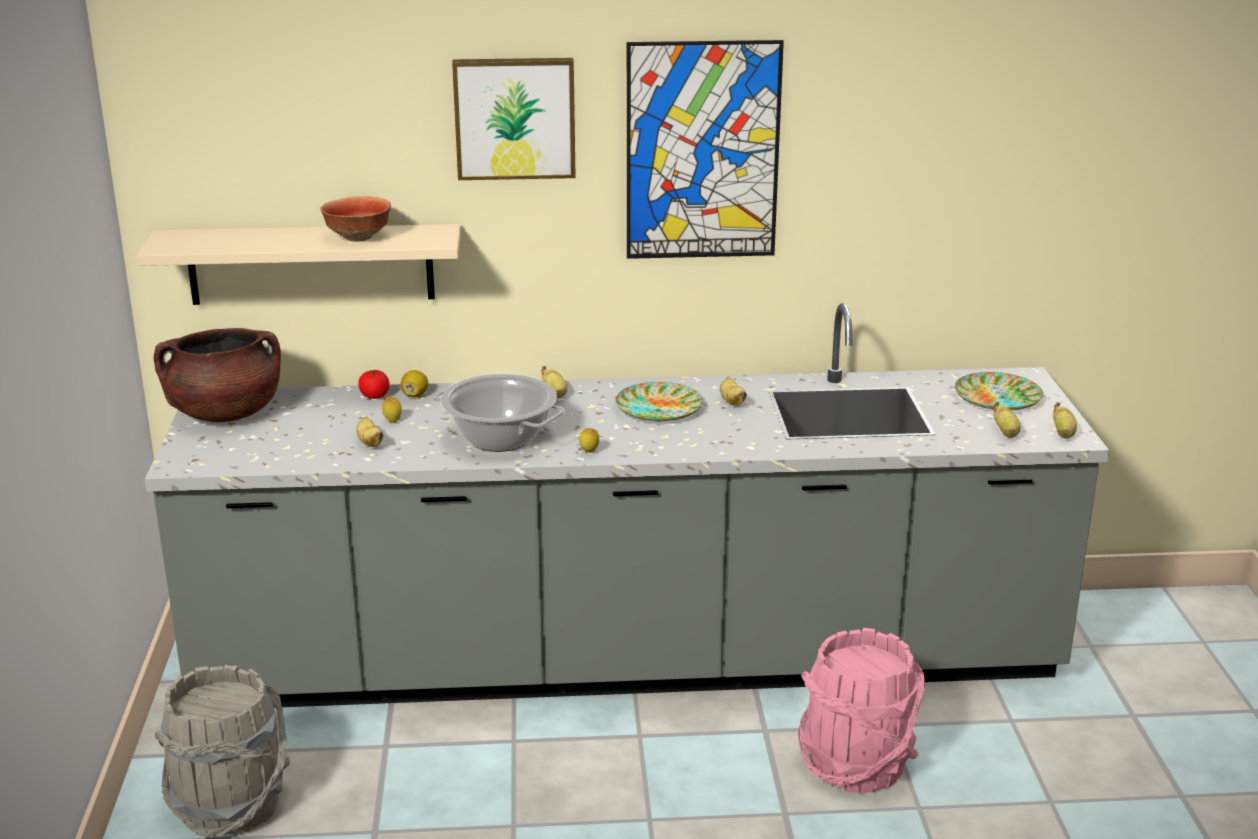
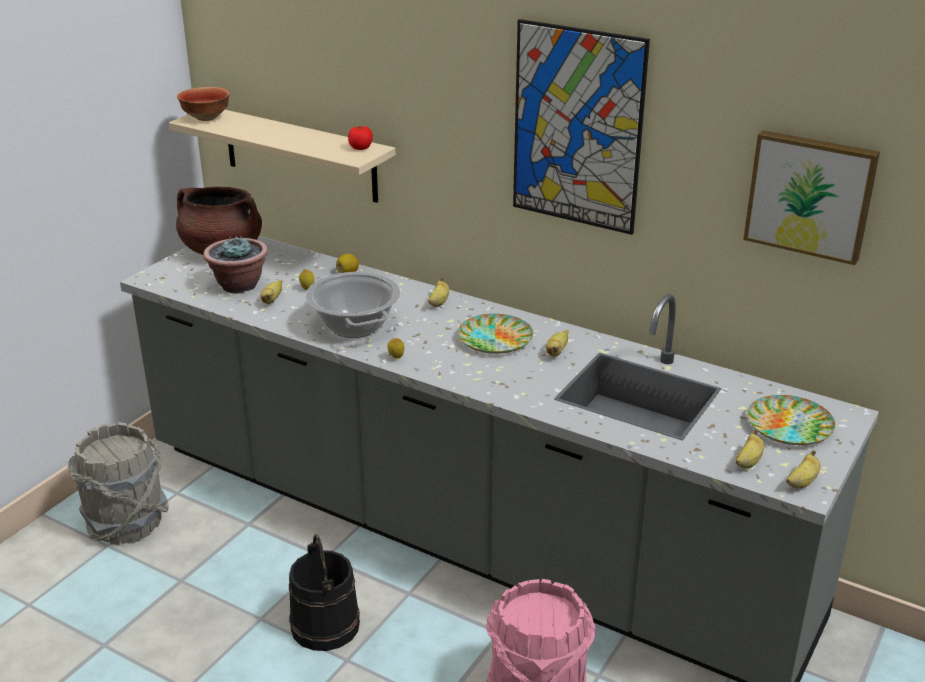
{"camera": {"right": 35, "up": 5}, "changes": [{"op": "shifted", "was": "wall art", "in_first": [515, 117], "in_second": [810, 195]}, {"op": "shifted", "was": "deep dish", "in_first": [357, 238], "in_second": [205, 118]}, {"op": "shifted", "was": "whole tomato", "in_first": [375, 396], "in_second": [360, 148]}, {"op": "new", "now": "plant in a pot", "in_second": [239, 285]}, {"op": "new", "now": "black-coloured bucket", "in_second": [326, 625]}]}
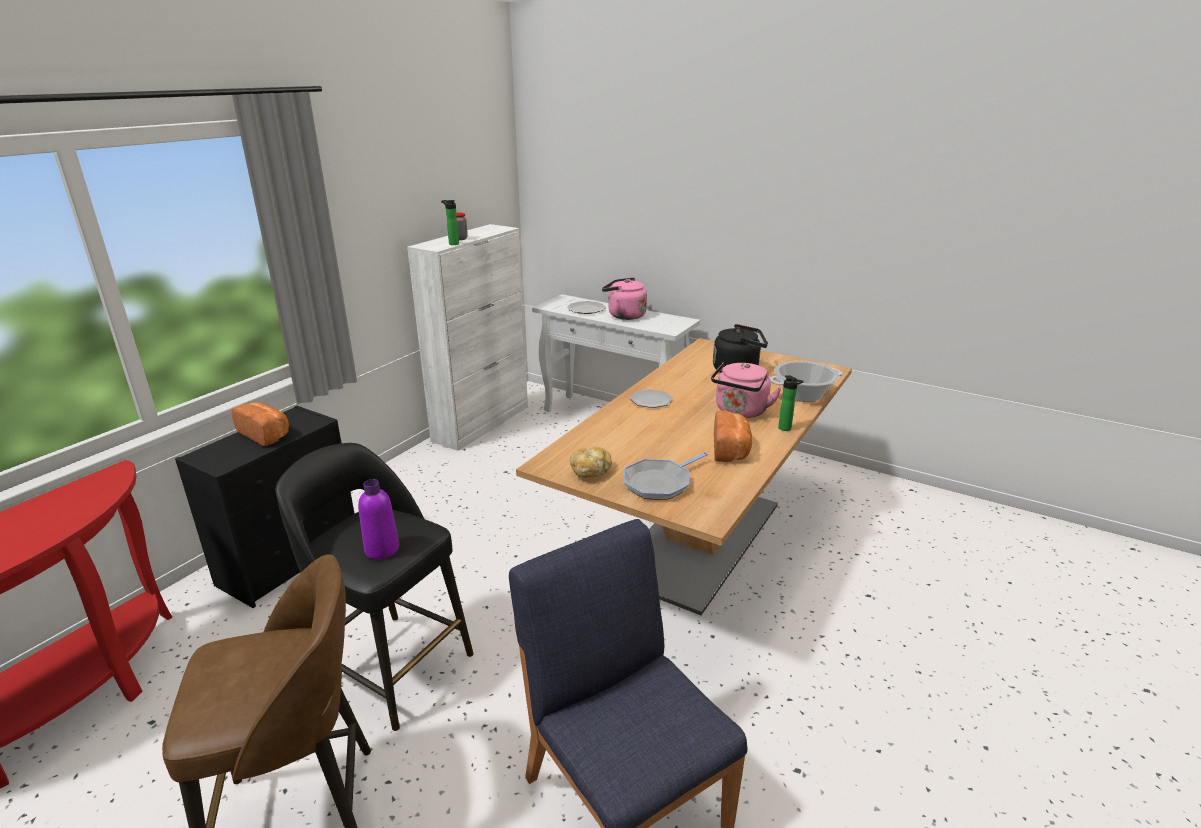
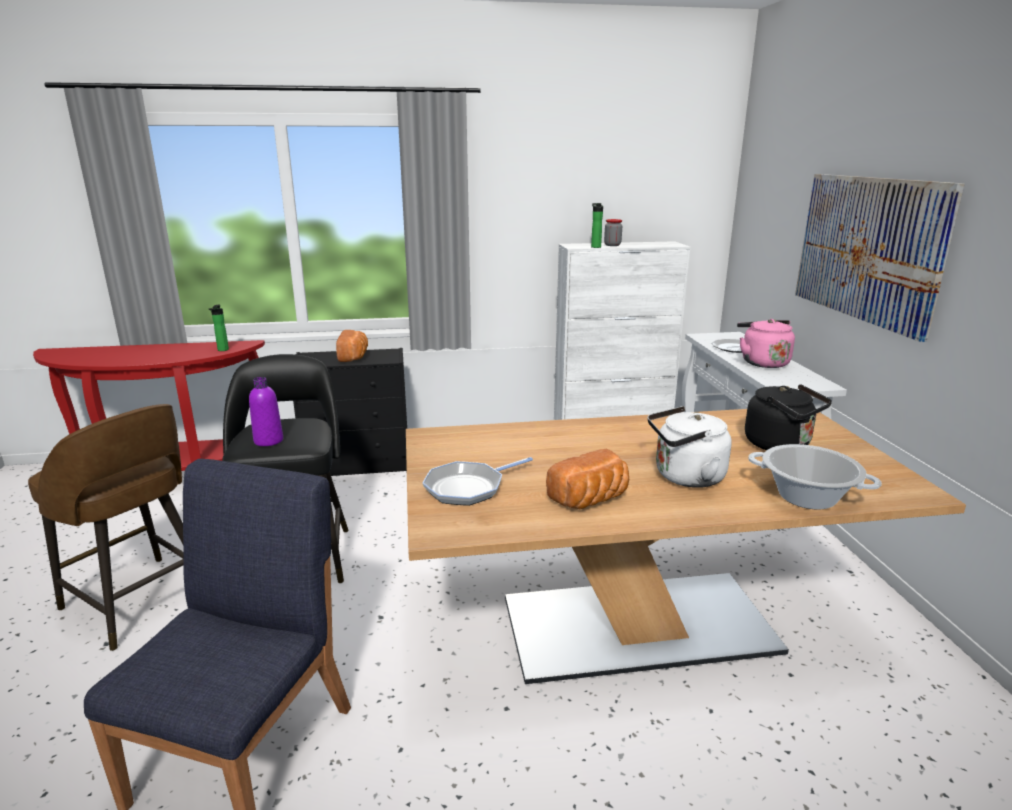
{"camera": {"right": 50, "up": -5}, "changes": [{"op": "repainted", "was": "pink tea kettle", "now": "whitish tea kettle", "in_first": [740, 412], "in_second": [685, 477]}, {"op": "shifted", "was": "bottle", "in_first": [786, 429], "in_second": [222, 350]}, {"op": "gone", "was": "flat dish", "in_first": [651, 400]}, {"op": "gone", "was": "bread", "in_first": [591, 471]}, {"op": "rotated", "was": "pan", "in_first": [659, 483], "in_second": [468, 488], "clockwise": -45}, {"op": "new", "now": "wall art", "in_second": [867, 249]}]}
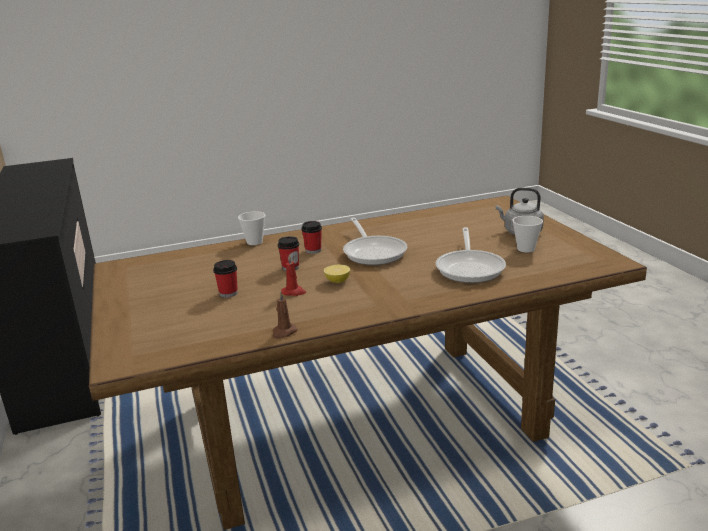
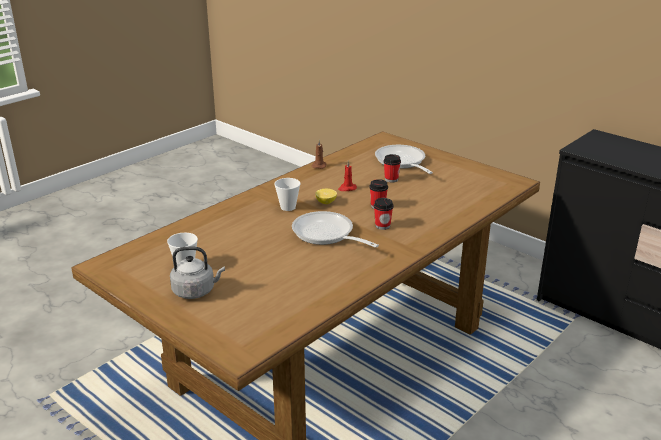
{"camera": {"right": 150, "up": 5}, "changes": [{"op": "shifted", "was": "small cup", "in_first": [254, 242], "in_second": [288, 207]}, {"op": "shifted", "was": "pan", "in_first": [470, 268], "in_second": [401, 162]}]}
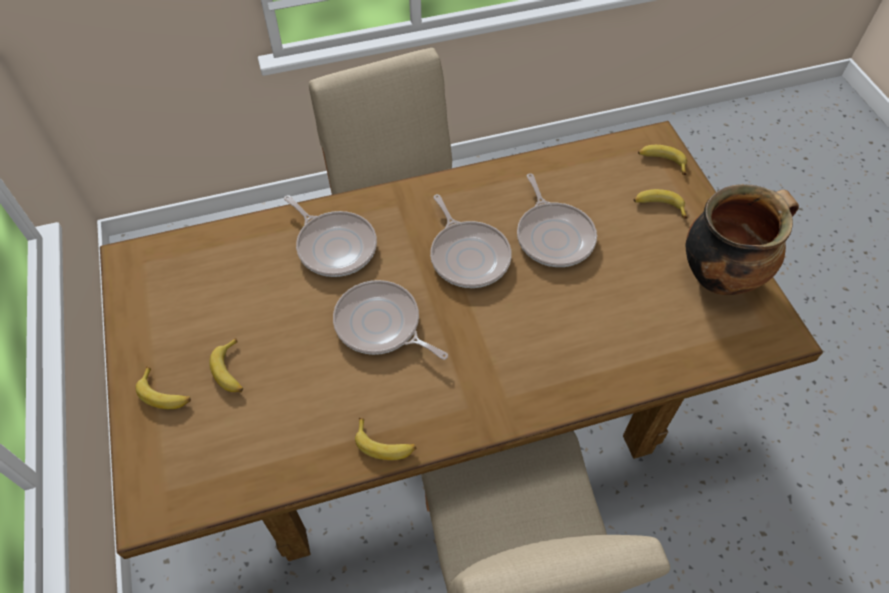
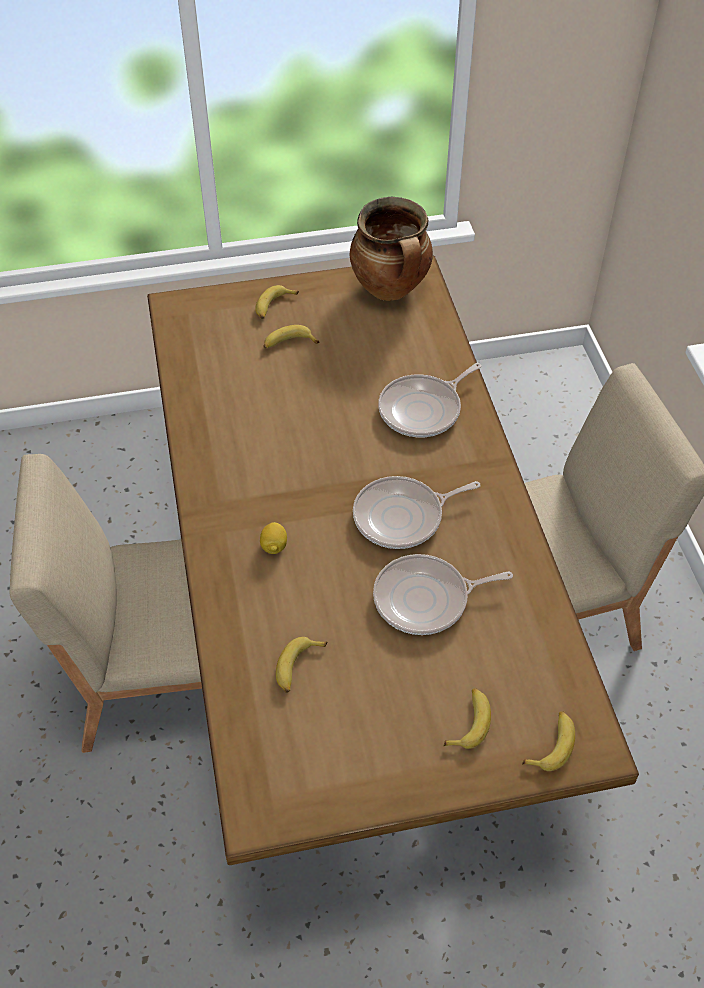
{"camera": {"right": 95, "up": -5}, "changes": [{"op": "shifted", "was": "saucepot", "in_first": [720, 275], "in_second": [391, 290]}, {"op": "gone", "was": "pan", "in_first": [381, 325]}, {"op": "shifted", "was": "banana", "in_first": [385, 443], "in_second": [298, 667]}, {"op": "new", "now": "whole lemon", "in_second": [274, 546]}]}
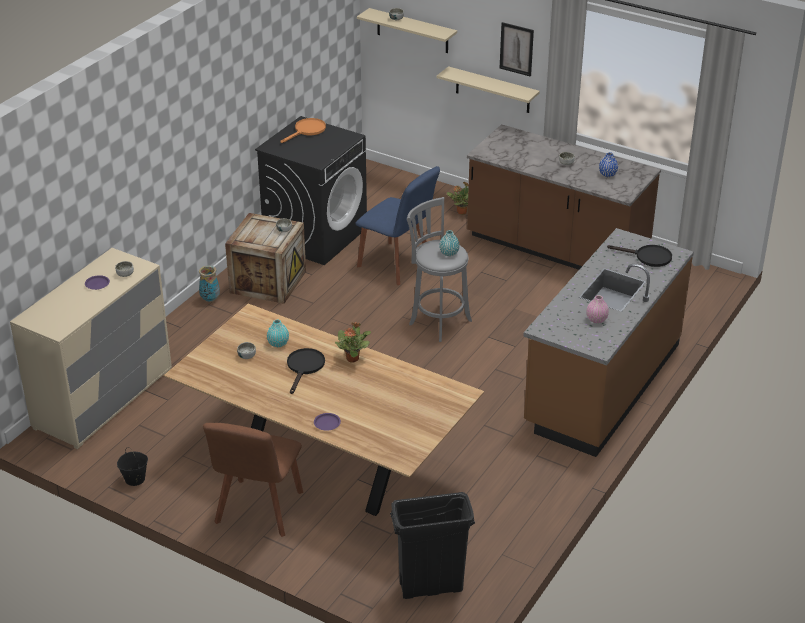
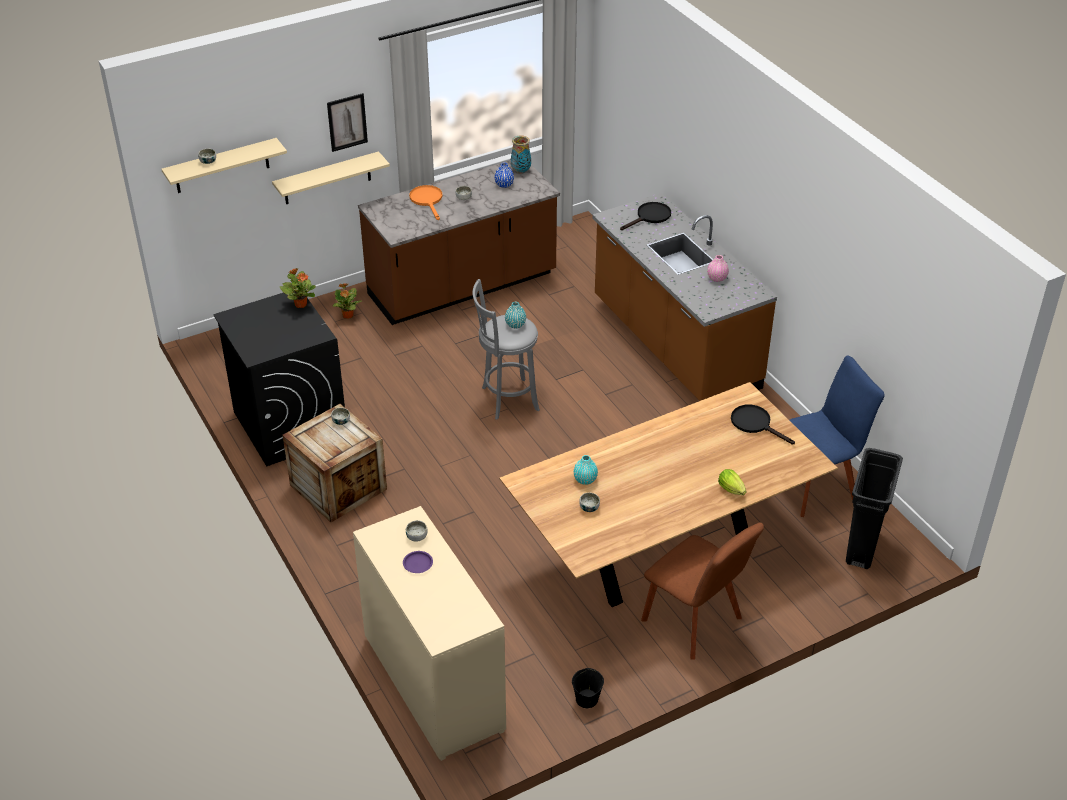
{"camera": {"right": -60, "up": 5}, "changes": [{"op": "shifted", "was": "orange-coloured pan", "in_first": [307, 131], "in_second": [427, 200]}, {"op": "shifted", "was": "bluish upright chair", "in_first": [397, 264], "in_second": [815, 485]}, {"op": "shifted", "was": "decorative vase", "in_first": [210, 299], "in_second": [520, 171]}, {"op": "shifted", "was": "plant in a pot", "in_first": [353, 358], "in_second": [300, 304]}, {"op": "shifted", "was": "black-coloured pan", "in_first": [304, 367], "in_second": [755, 424]}, {"op": "swapped", "was": "purplish flat dish", "now": "lettuce head", "in_first": [327, 423], "in_second": [732, 490]}]}
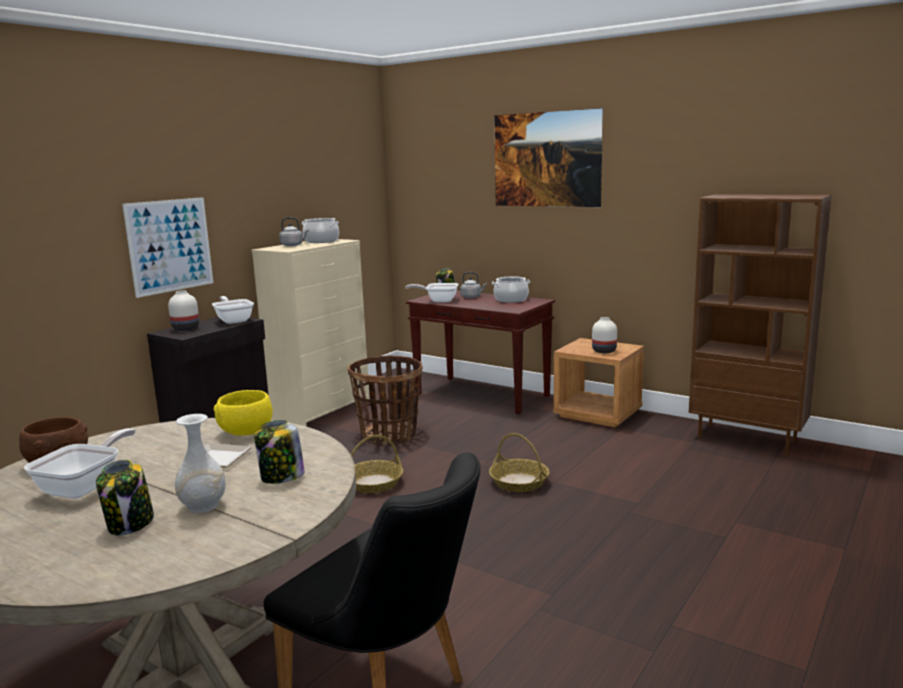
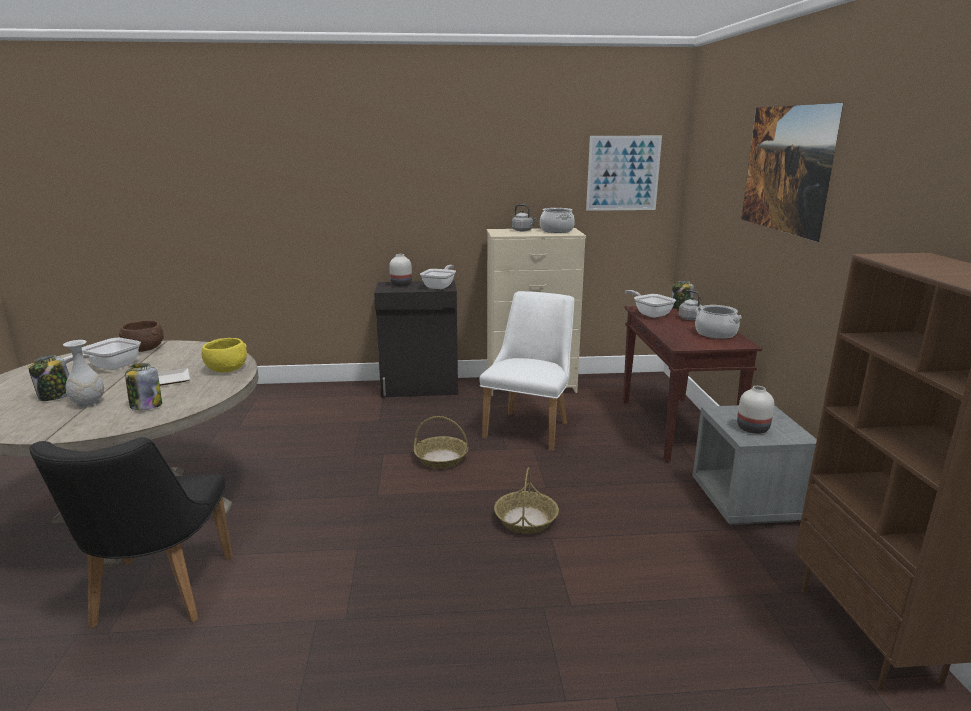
{"camera": {"right": 50, "up": 5}, "changes": [{"op": "shifted", "was": "wall art", "in_first": [170, 245], "in_second": [623, 173]}, {"op": "repainted", "was": "brown nightstand", "now": "gray nightstand", "in_first": [598, 414], "in_second": [746, 502]}, {"op": "swapped", "was": "basket", "now": "whitish upright chair", "in_first": [389, 434], "in_second": [530, 426]}, {"op": "rotated", "was": "pan", "in_first": [85, 486], "in_second": [109, 367], "clockwise": 135}]}
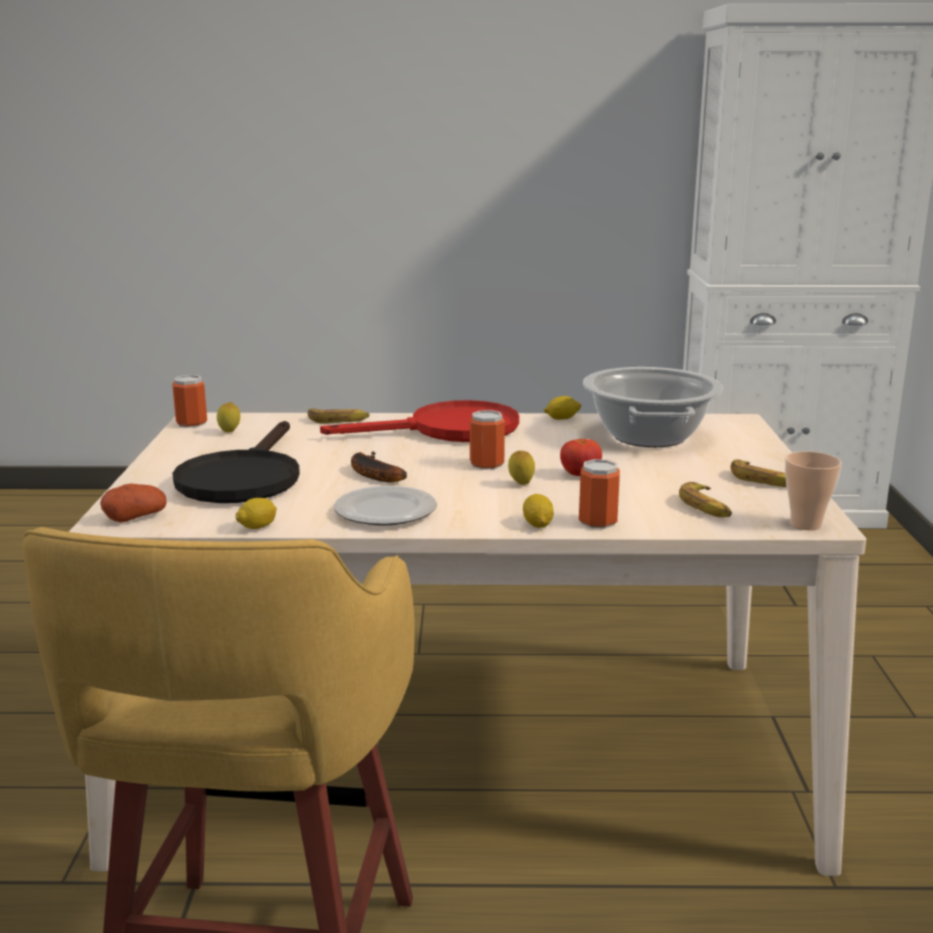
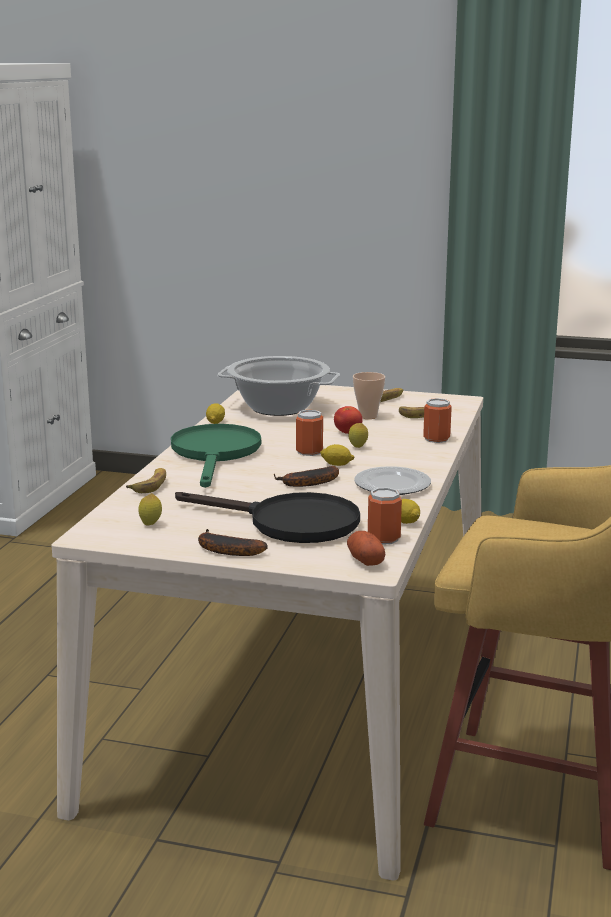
{"camera": {"right": -75, "up": 0}, "changes": [{"op": "shifted", "was": "metal can", "in_first": [191, 423], "in_second": [383, 538]}, {"op": "repainted", "was": "reddish pan", "now": "green-coloured pan", "in_first": [449, 430], "in_second": [215, 454]}, {"op": "shifted", "was": "small cup", "in_first": [806, 524], "in_second": [368, 416]}, {"op": "shifted", "was": "whole lemon", "in_first": [538, 524], "in_second": [337, 464]}, {"op": "new", "now": "banana", "in_second": [224, 550]}]}
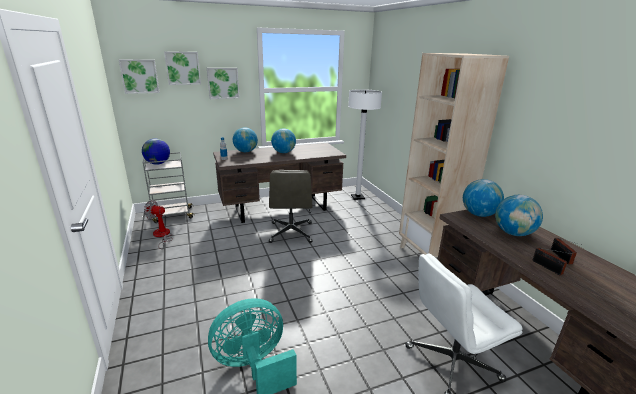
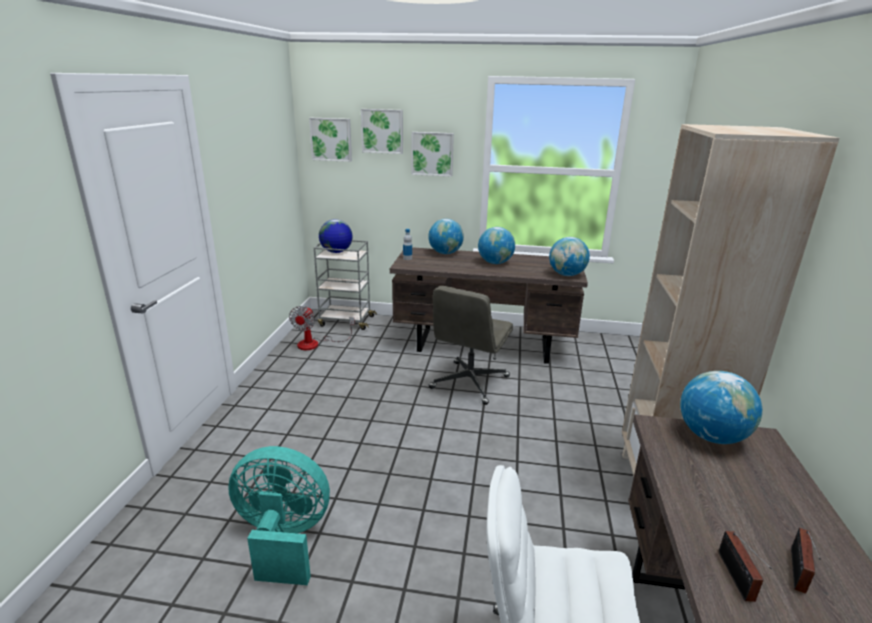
{"camera": {"right": 30, "up": 0}, "changes": [{"op": "gone", "was": "whitish standard lamp", "in_first": [357, 197]}, {"op": "shifted", "was": "globe", "in_first": [513, 233], "in_second": [566, 275]}, {"op": "rotated", "was": "cooling fan", "in_first": [162, 236], "in_second": [316, 344], "clockwise": -120}]}
